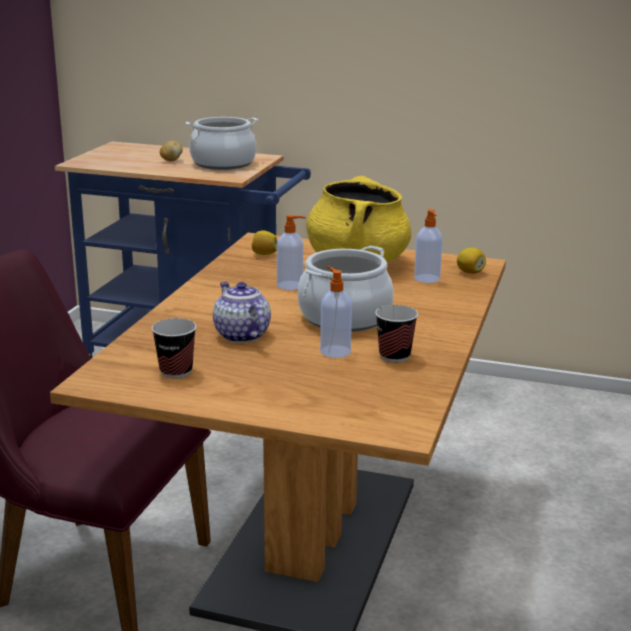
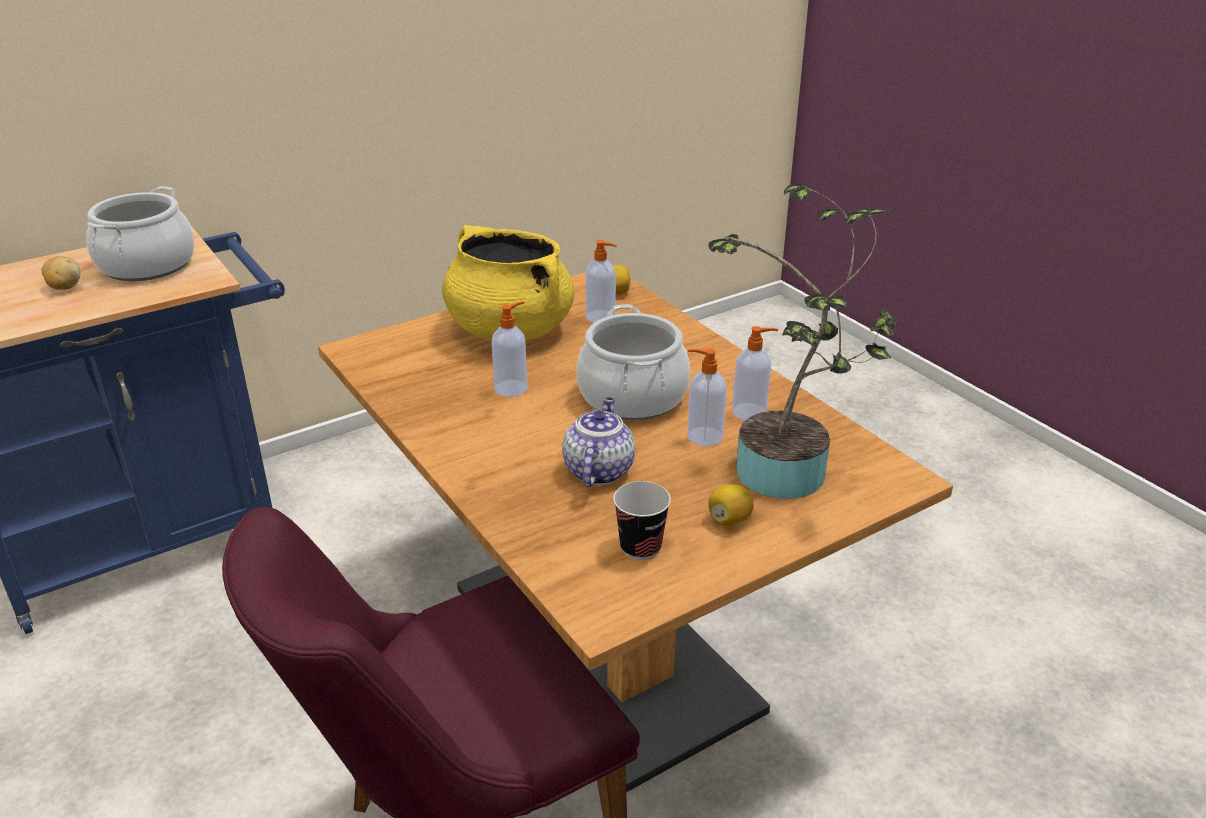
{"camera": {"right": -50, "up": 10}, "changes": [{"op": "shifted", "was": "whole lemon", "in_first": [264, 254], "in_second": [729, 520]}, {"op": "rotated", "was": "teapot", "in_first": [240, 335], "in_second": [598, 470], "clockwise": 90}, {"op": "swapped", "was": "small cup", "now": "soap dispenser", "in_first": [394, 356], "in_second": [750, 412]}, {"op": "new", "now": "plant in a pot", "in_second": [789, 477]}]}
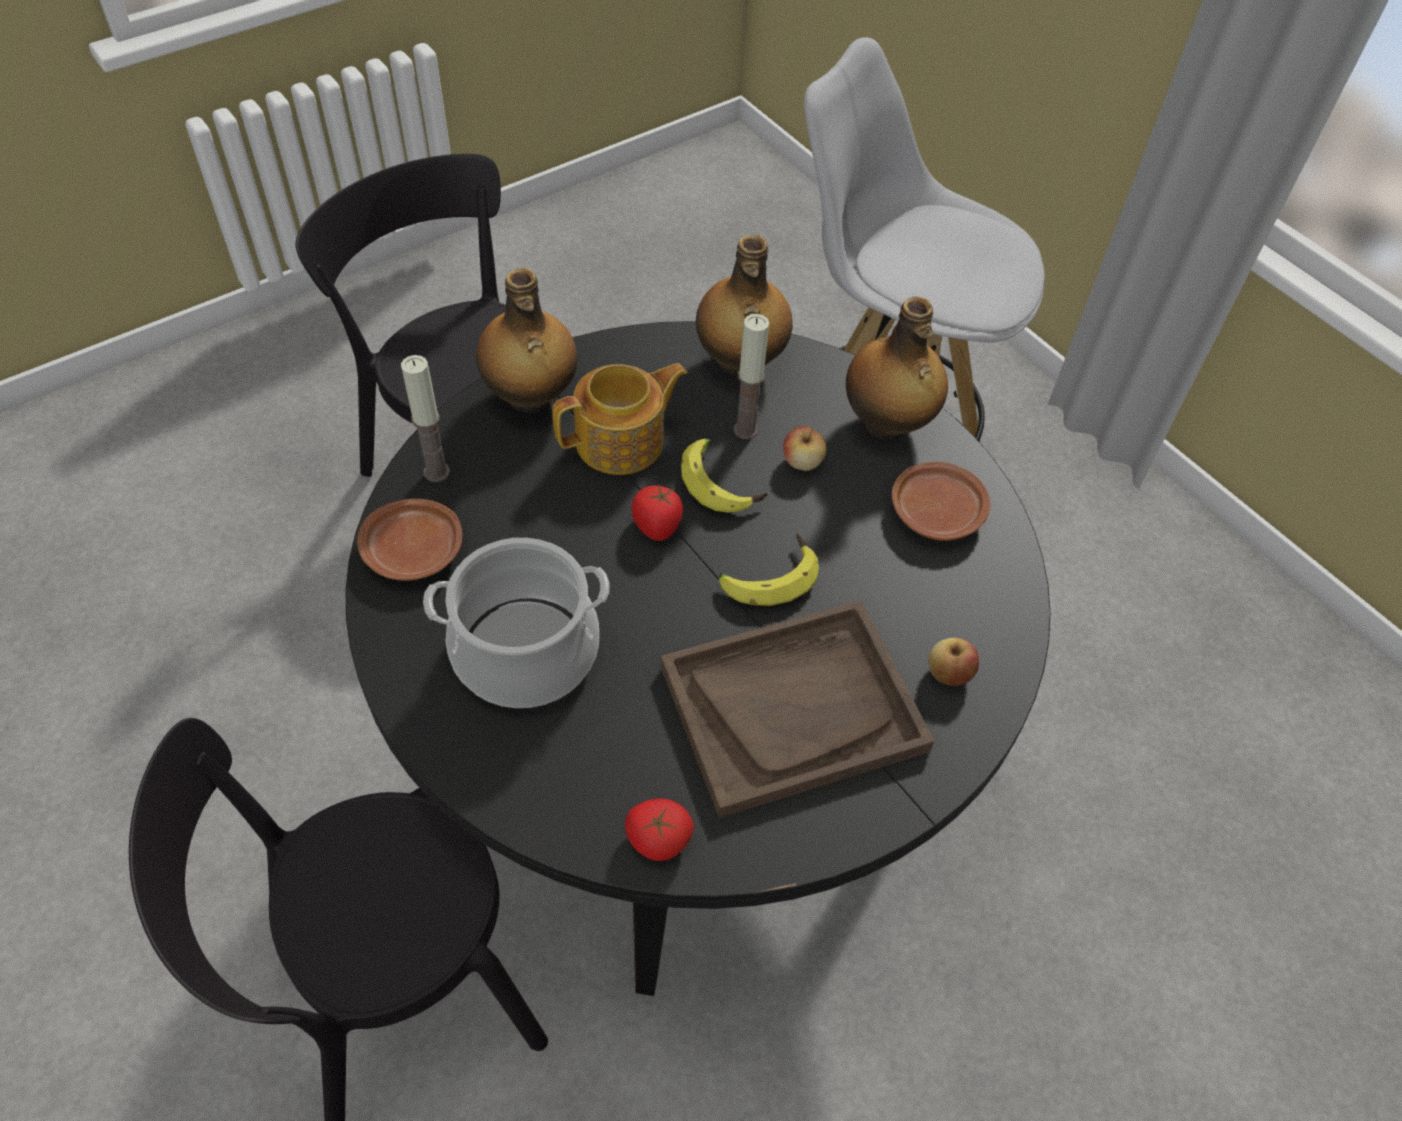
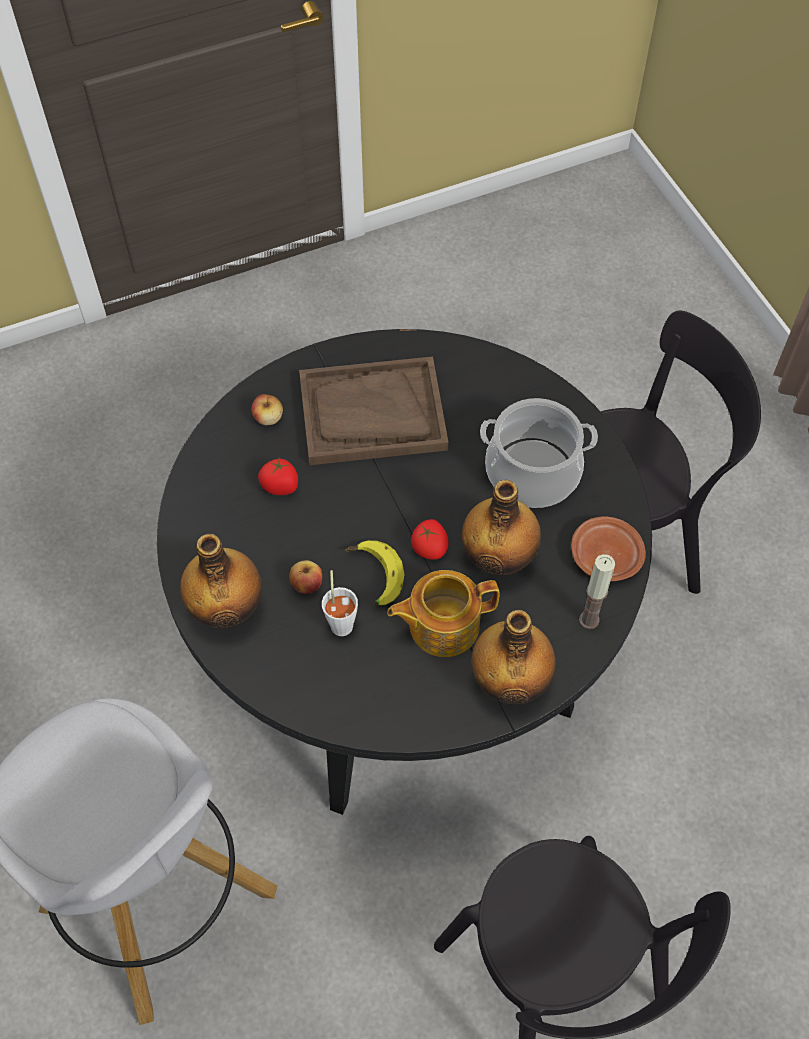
{"camera": {"right": -165, "up": 5}, "changes": [{"op": "shifted", "was": "bottle", "in_first": [739, 363], "in_second": [499, 557]}, {"op": "swapped", "was": "candle", "now": "whitish small cup", "in_first": [745, 430], "in_second": [341, 621]}, {"op": "gone", "was": "brown flat dish", "in_first": [937, 511]}, {"op": "gone", "was": "banana", "in_first": [767, 576]}, {"op": "shifted", "was": "whole tomato", "in_first": [657, 840], "in_second": [280, 486]}]}
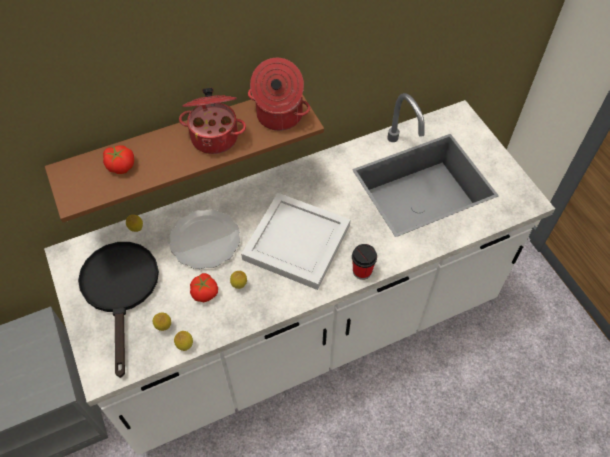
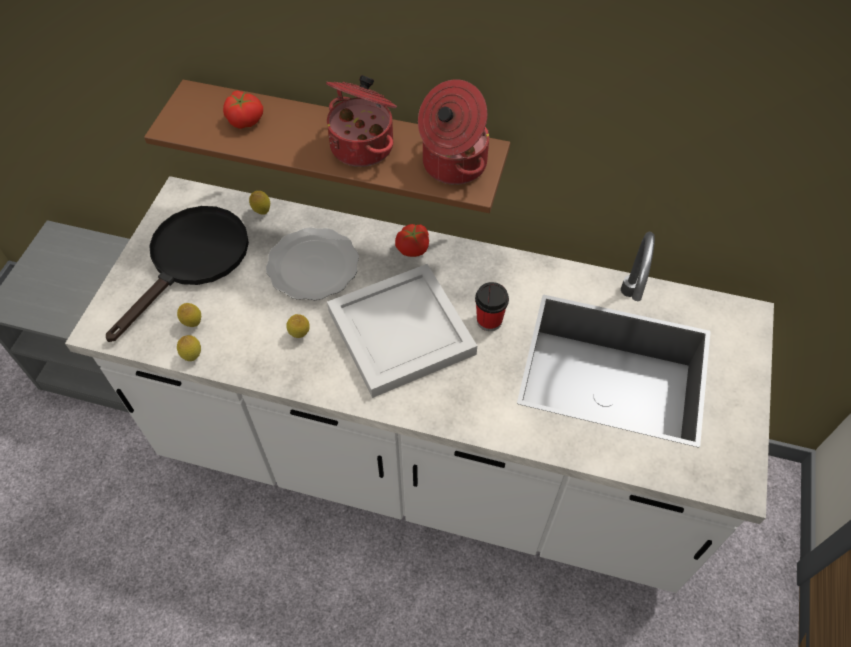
{"camera": {"right": 40, "up": 0}, "changes": [{"op": "shifted", "was": "small cup", "in_first": [362, 271], "in_second": [489, 321]}, {"op": "shifted", "was": "whole tomato", "in_first": [205, 292], "in_second": [413, 248]}]}
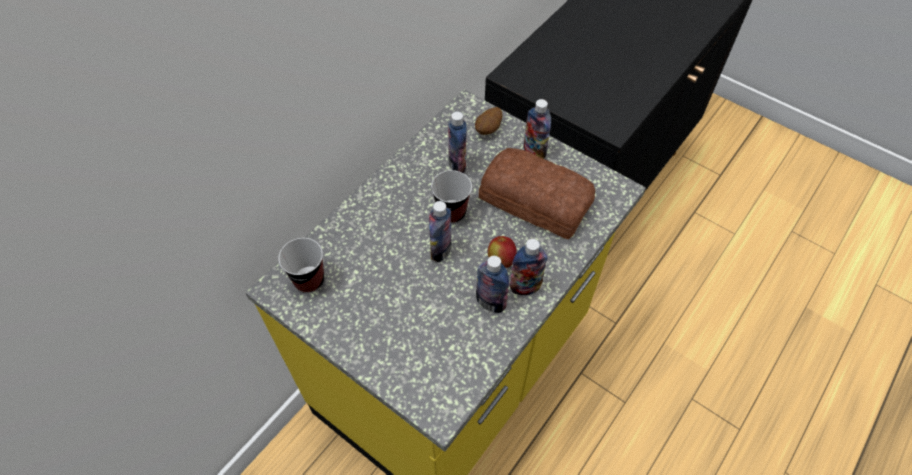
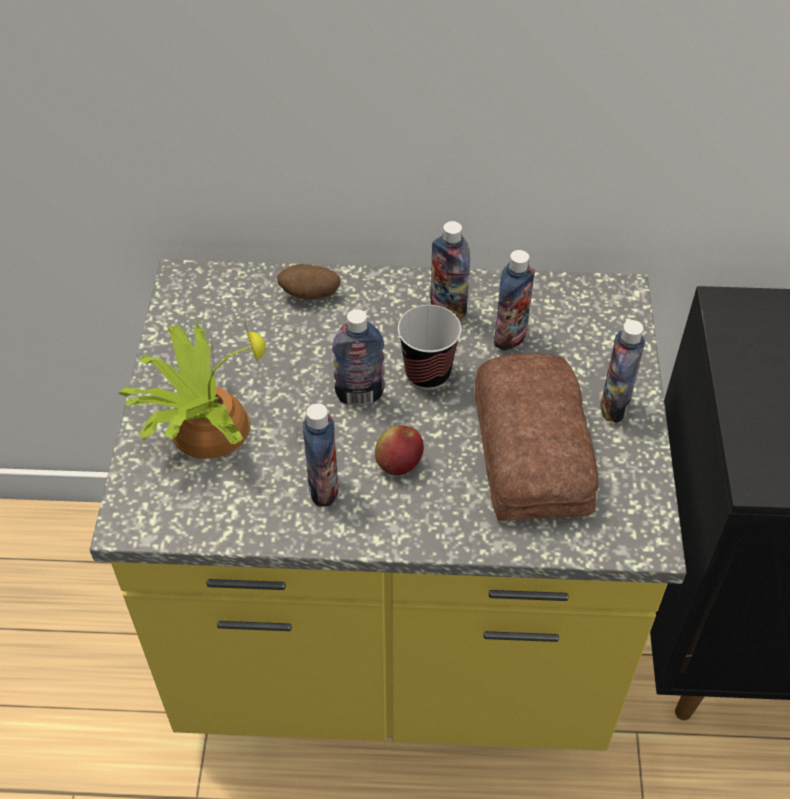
{"camera": {"right": 55, "up": -5}, "changes": [{"op": "shifted", "was": "spud", "in_first": [488, 129], "in_second": [309, 295]}, {"op": "gone", "was": "small cup", "in_first": [309, 280]}, {"op": "shifted", "was": "bottle", "in_first": [525, 287], "in_second": [448, 308]}, {"op": "new", "now": "plant in a pot", "in_second": [205, 426]}]}
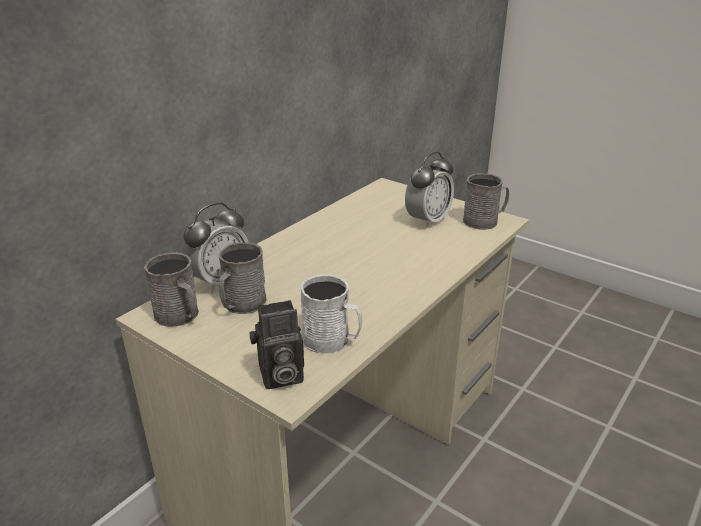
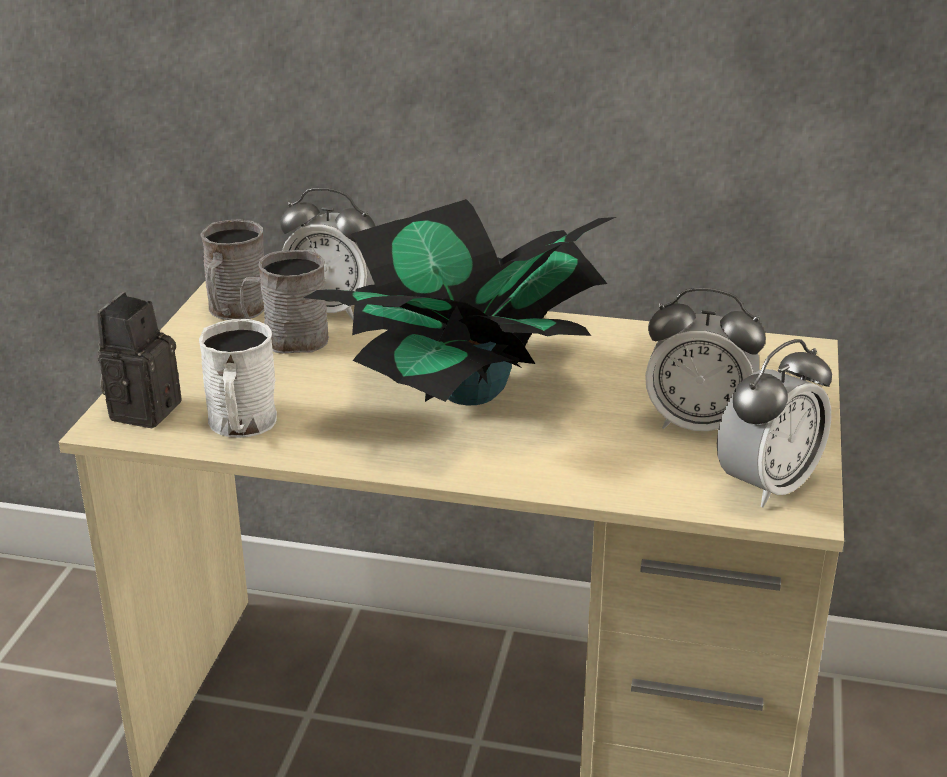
{"camera": {"right": 65, "up": 0}, "changes": [{"op": "swapped", "was": "gray mug", "now": "table clock", "in_first": [484, 221], "in_second": [767, 486]}, {"op": "rotated", "was": "photo camera", "in_first": [279, 376], "in_second": [143, 408], "clockwise": 60}, {"op": "new", "now": "plant in a pot", "in_second": [467, 393]}]}
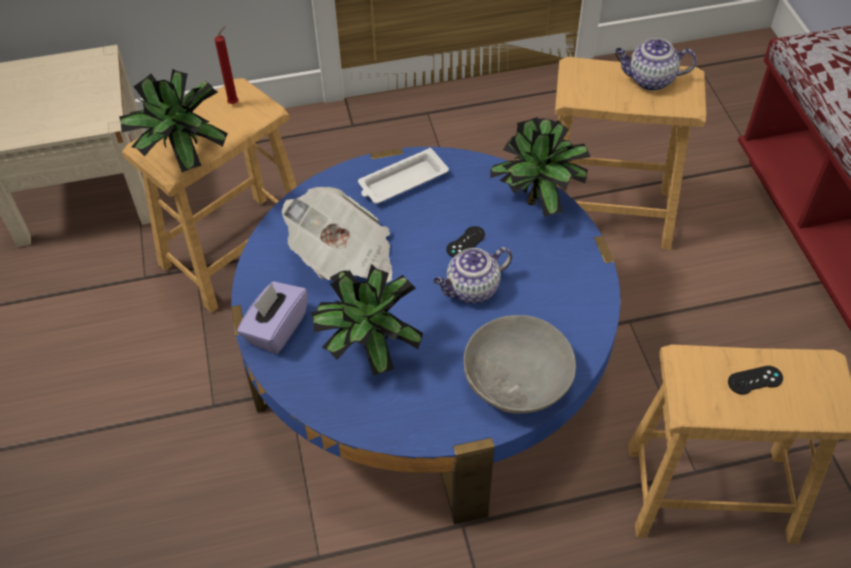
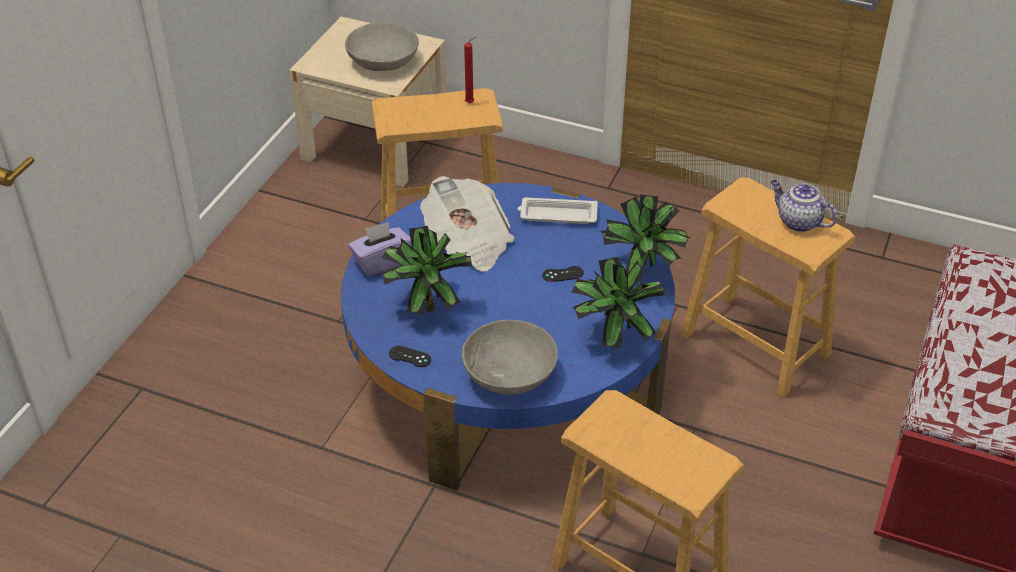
{"camera": {"right": 35, "up": -10}, "changes": [{"op": "shifted", "was": "plant in a pot", "in_first": [182, 161], "in_second": [612, 337]}, {"op": "gone", "was": "teapot", "in_first": [471, 290]}, {"op": "shifted", "was": "black-coloured gamepad", "in_first": [755, 380], "in_second": [410, 357]}, {"op": "new", "now": "gray deep dish", "in_second": [383, 62]}]}
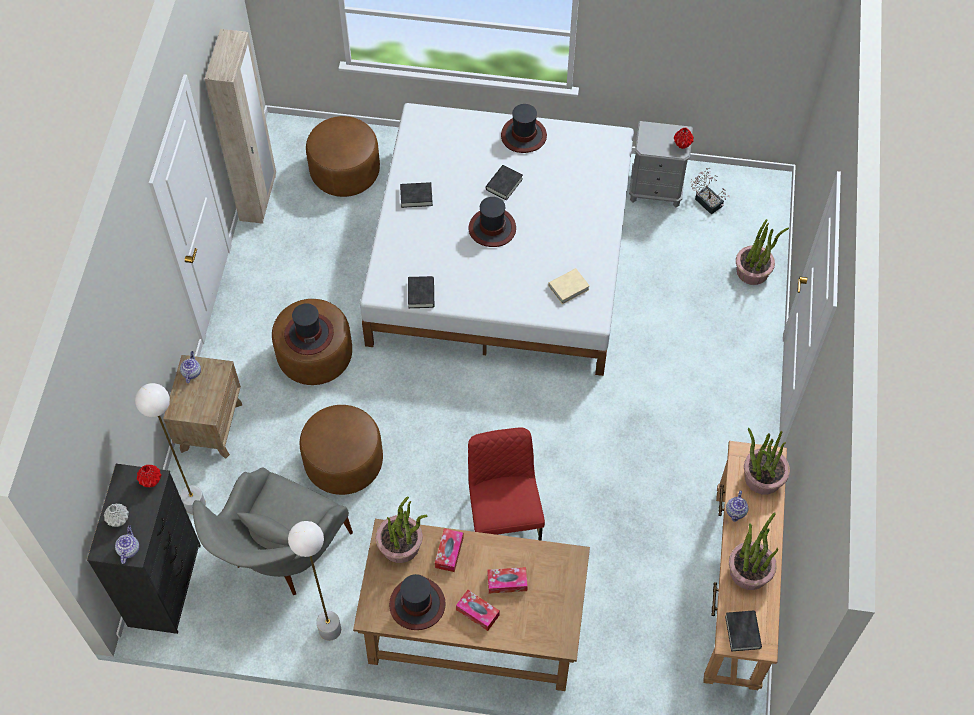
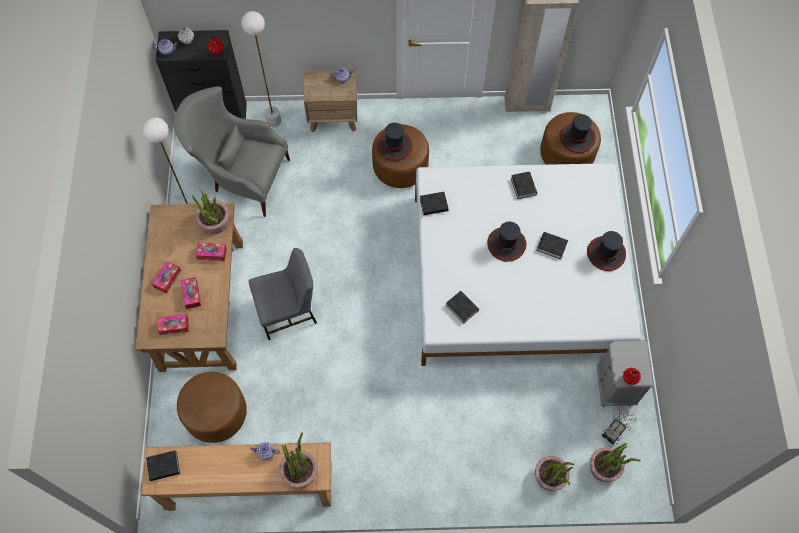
{"camera": {"right": 80, "up": 5}, "changes": [{"op": "repainted", "was": "sand-coloured book", "now": "black-coloured book", "in_first": [568, 288], "in_second": [462, 308]}, {"op": "shifted", "was": "brown pouffe", "in_first": [343, 462], "in_second": [216, 413]}, {"op": "repainted", "was": "reddish upright chair", "now": "gray upright chair", "in_first": [503, 518], "in_second": [288, 311]}, {"op": "shifted", "was": "plant in a pot", "in_first": [749, 571], "in_second": [604, 467]}, {"op": "shifted", "was": "hat", "in_first": [417, 604], "in_second": [577, 138]}, {"op": "new", "now": "tissue holder", "in_second": [174, 326]}]}
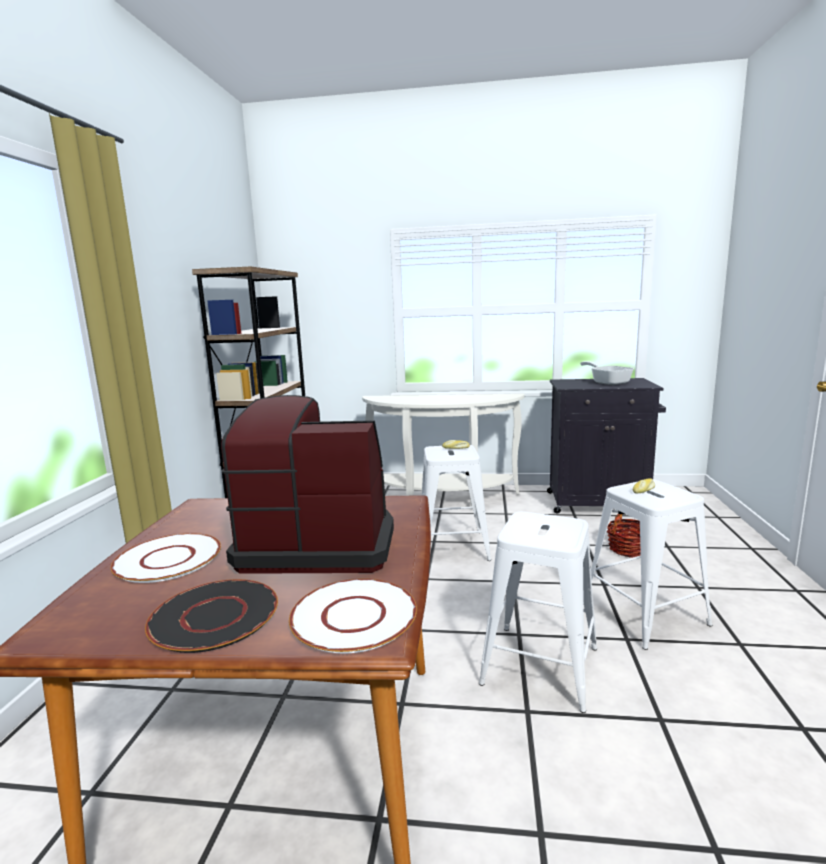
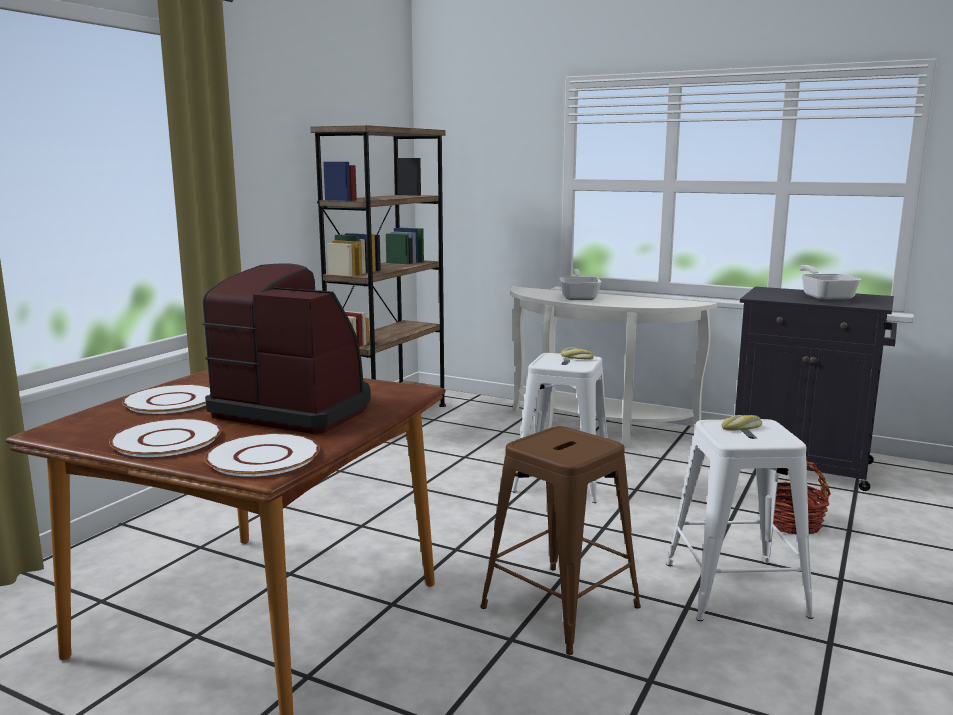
{"camera": {"right": 20, "up": 0}, "changes": [{"op": "repainted", "was": "whitish stool", "now": "brown stool", "in_first": [540, 665], "in_second": [560, 607]}, {"op": "repainted", "was": "black-coloured flat dish", "now": "whitish flat dish", "in_first": [215, 616], "in_second": [167, 440]}, {"op": "new", "now": "pan", "in_second": [579, 297]}]}
